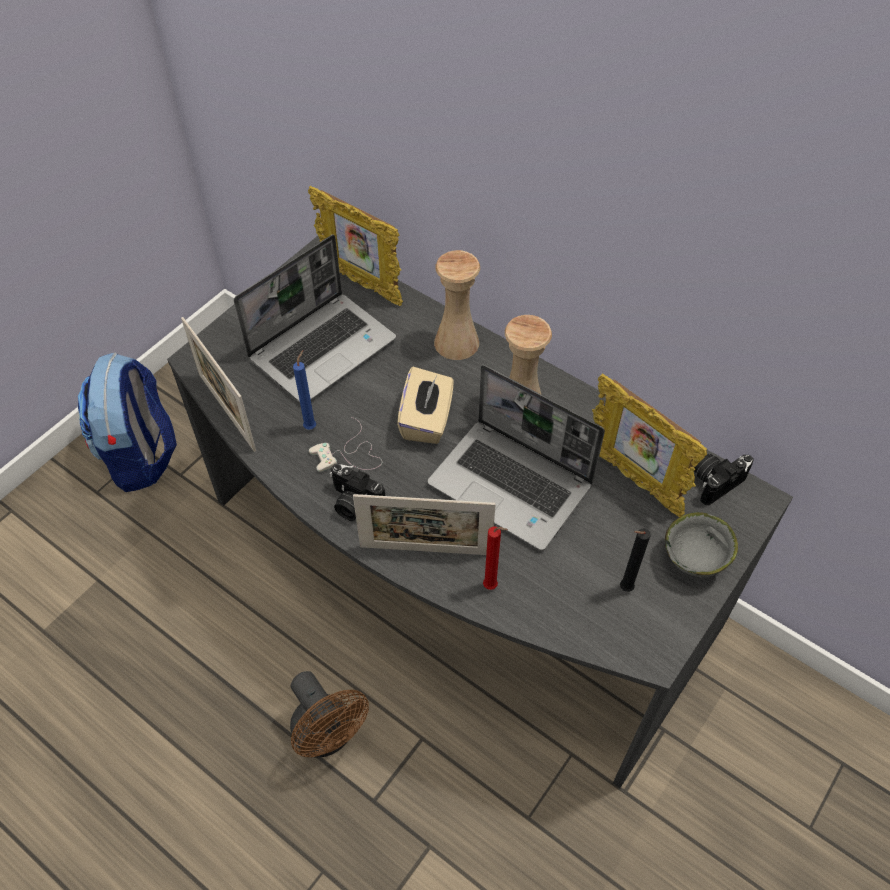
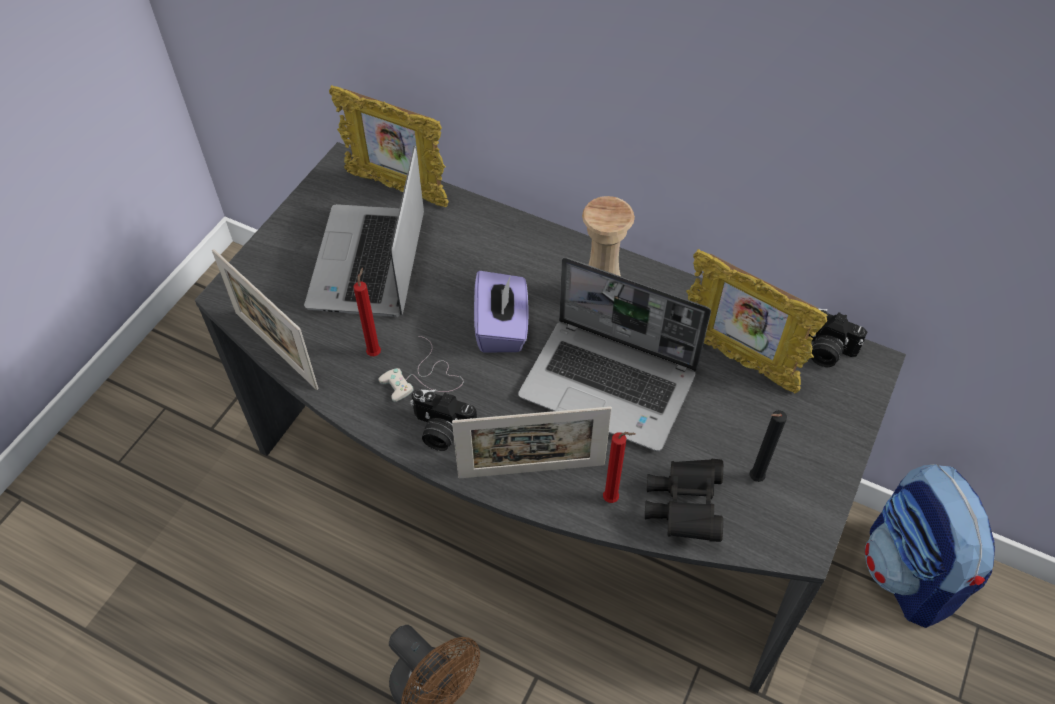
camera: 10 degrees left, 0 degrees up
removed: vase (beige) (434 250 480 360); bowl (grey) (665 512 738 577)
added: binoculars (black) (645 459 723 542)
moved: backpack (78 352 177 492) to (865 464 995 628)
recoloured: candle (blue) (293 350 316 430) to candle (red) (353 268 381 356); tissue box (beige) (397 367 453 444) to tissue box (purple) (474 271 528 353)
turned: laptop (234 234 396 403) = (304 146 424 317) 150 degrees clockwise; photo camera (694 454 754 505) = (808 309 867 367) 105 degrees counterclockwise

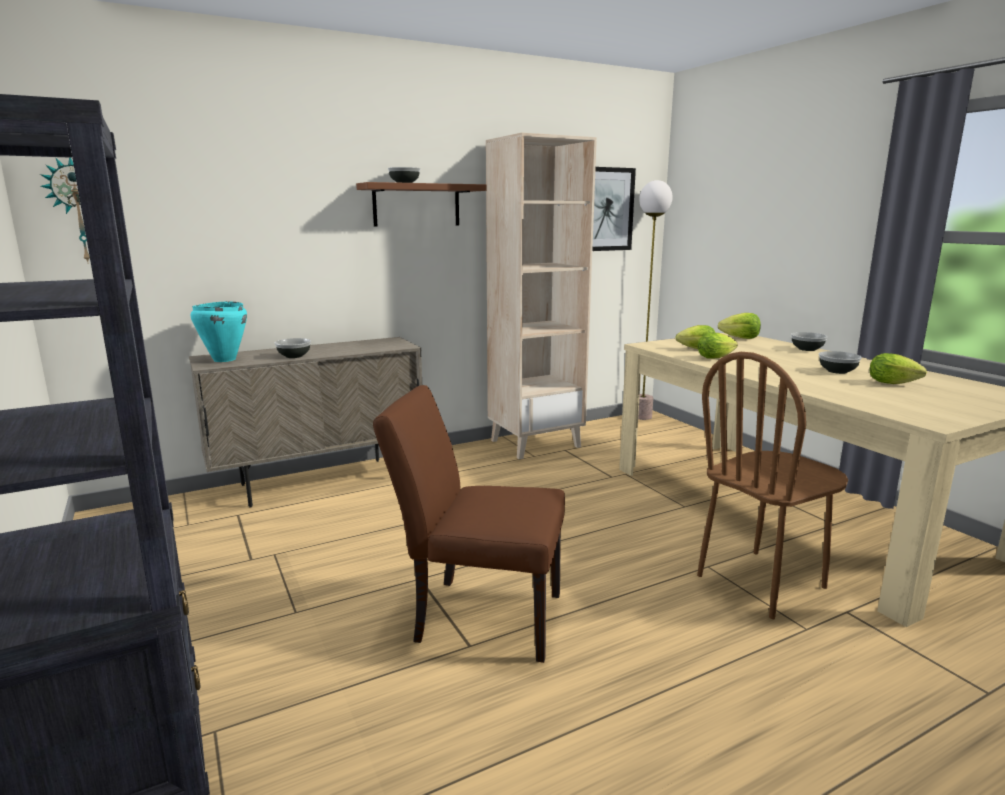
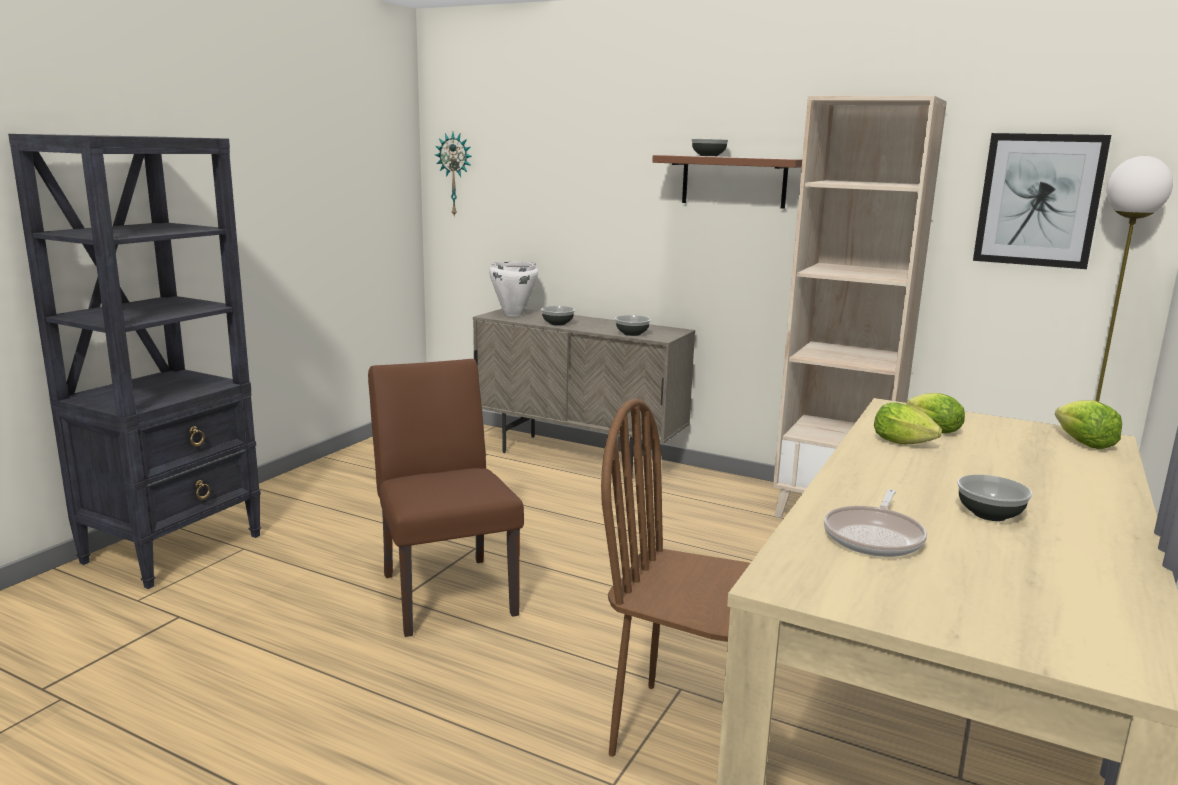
camera: 55 degrees right, 0 degrees up
removed: lettuce (870 353 927 384)
added: frying pan (824 489 927 557)
moved: bowl (791 332 827 351) to (615 315 651 336)
recoloured: cooking pot (turquoise) (190 301 247 362) to cooking pot (white) (489 262 538 316)

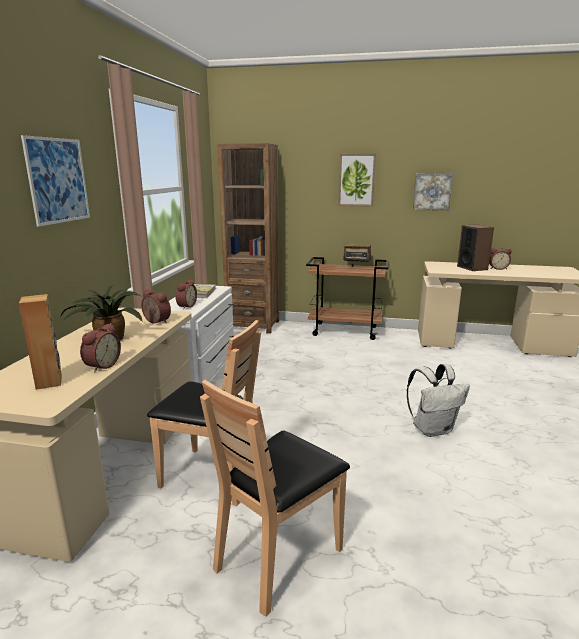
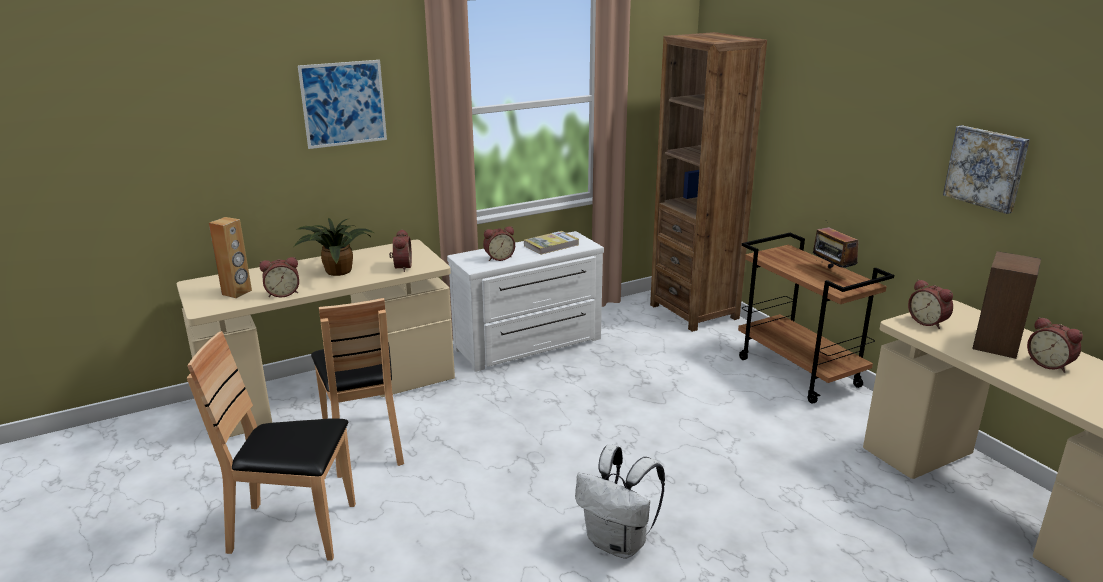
camera: 50 degrees right, 5 degrees up
removed: picture (338 153 376 207)
added: alarm clock (908 279 953 329)

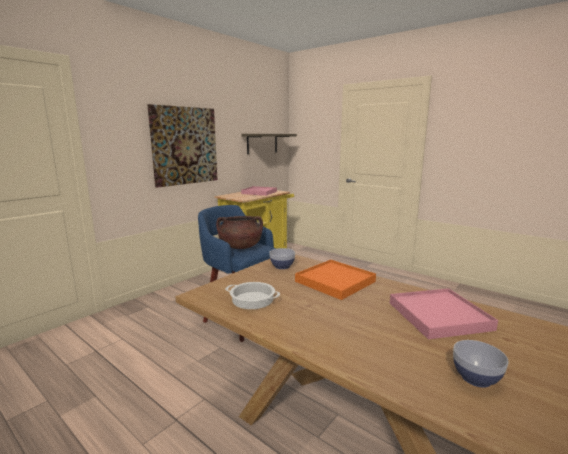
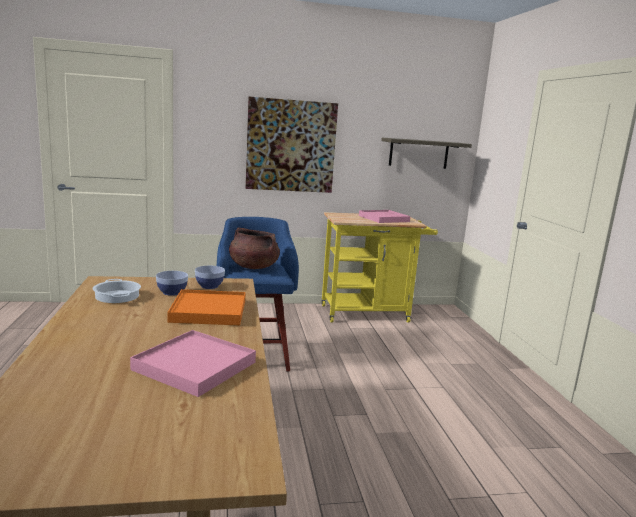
camera: 40 degrees right, 0 degrees up
moved: bowl (453 340 508 388) to (156 271 188 296)

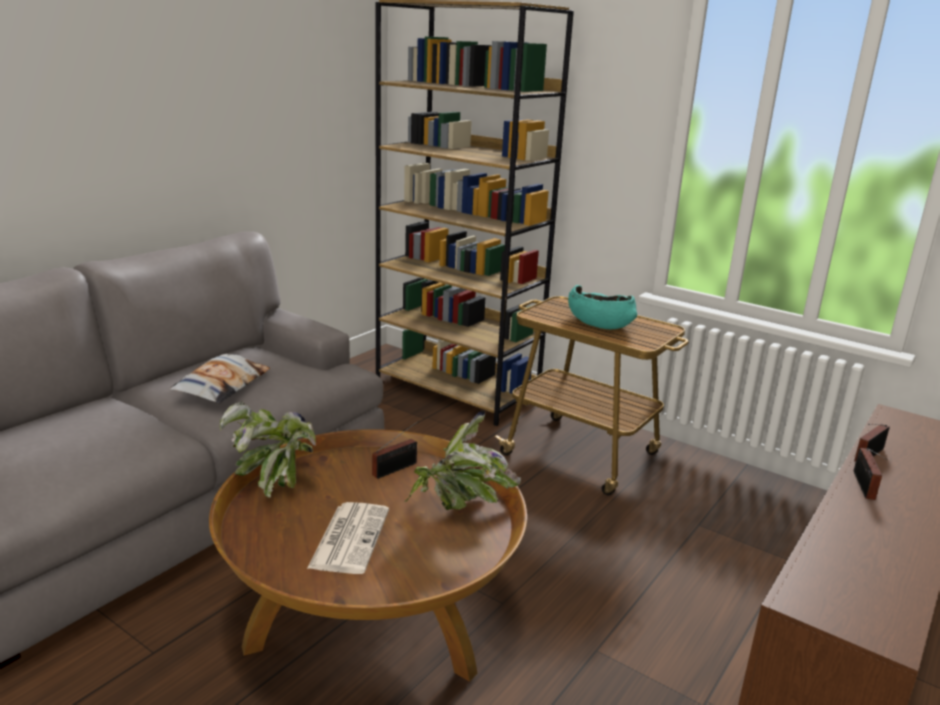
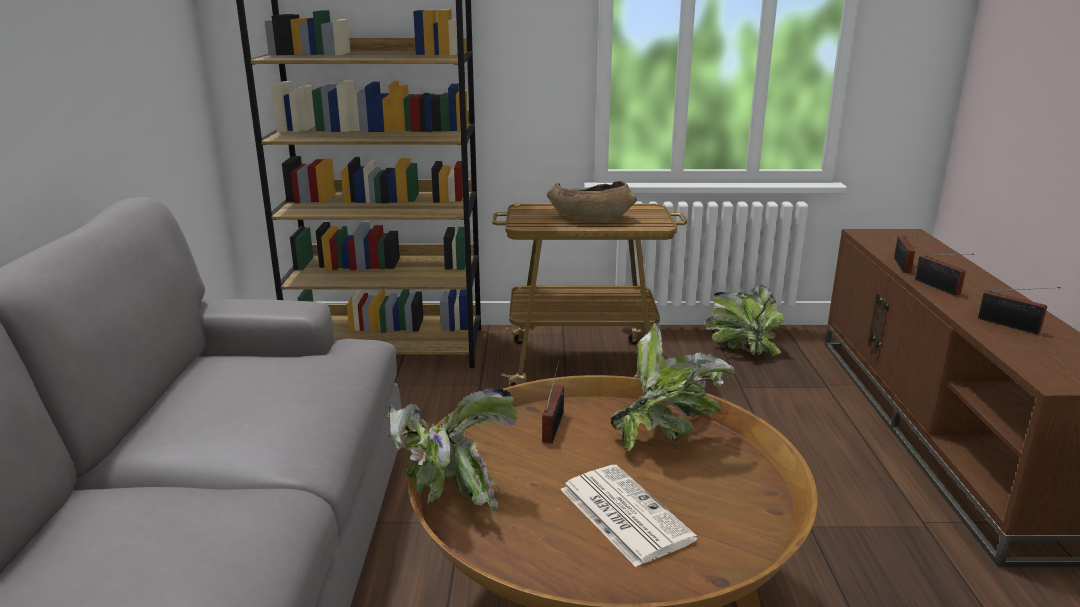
camera: 35 degrees left, 0 degrees up
removed: pillow (169 354 270 403)
added: potted plant (705 285 784 356); radio (978 287 1060 334)
recoloured: bowl (turquoise) (568 285 637 329) to bowl (brown) (547 181 637 222)

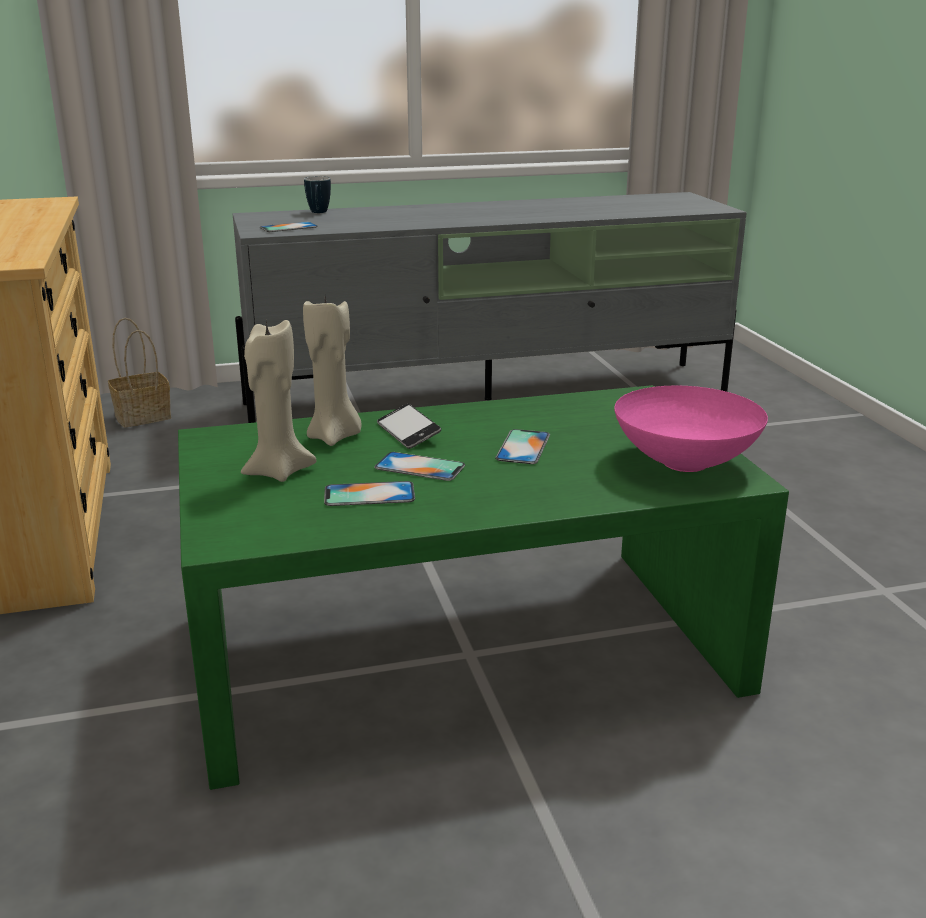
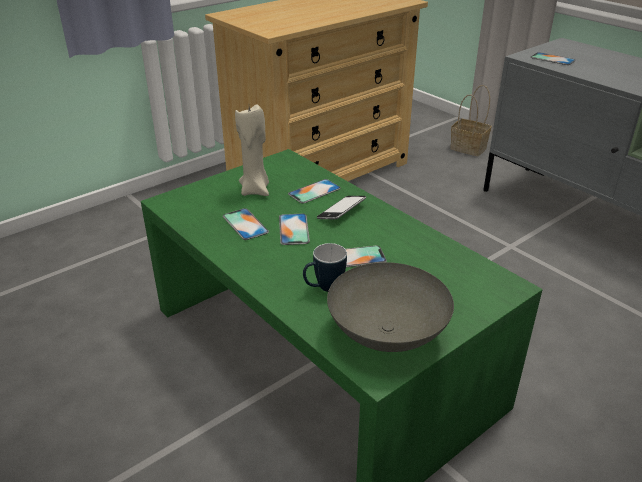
camera: 65 degrees right, 10 degrees up
moved: mug (304 176 331 213) to (303 243 347 292)
replaced: candle (beige) (303 297 362 446) to phone (288 179 341 204)
recoloured: bowl (pink) (614 386 768 472) to bowl (grey) (327 262 454 352)

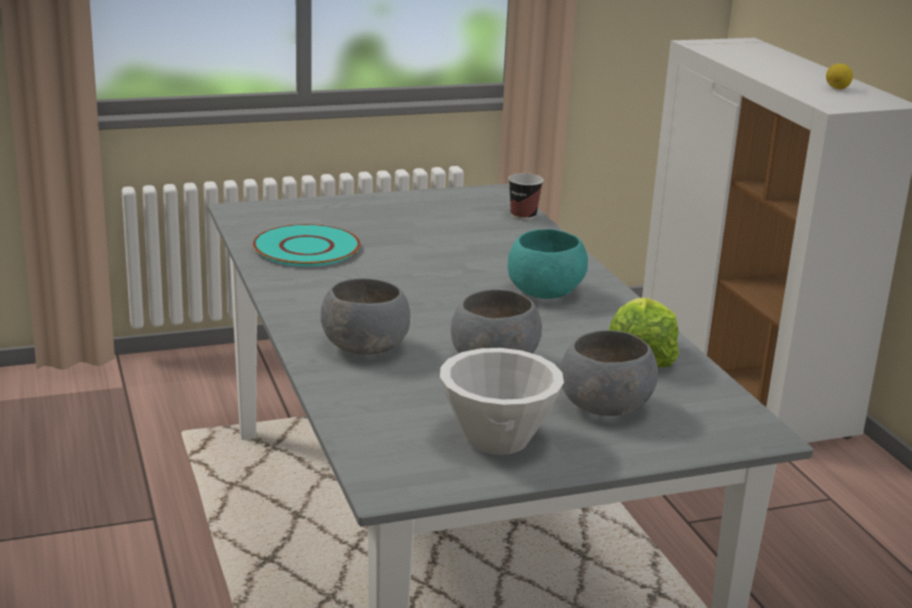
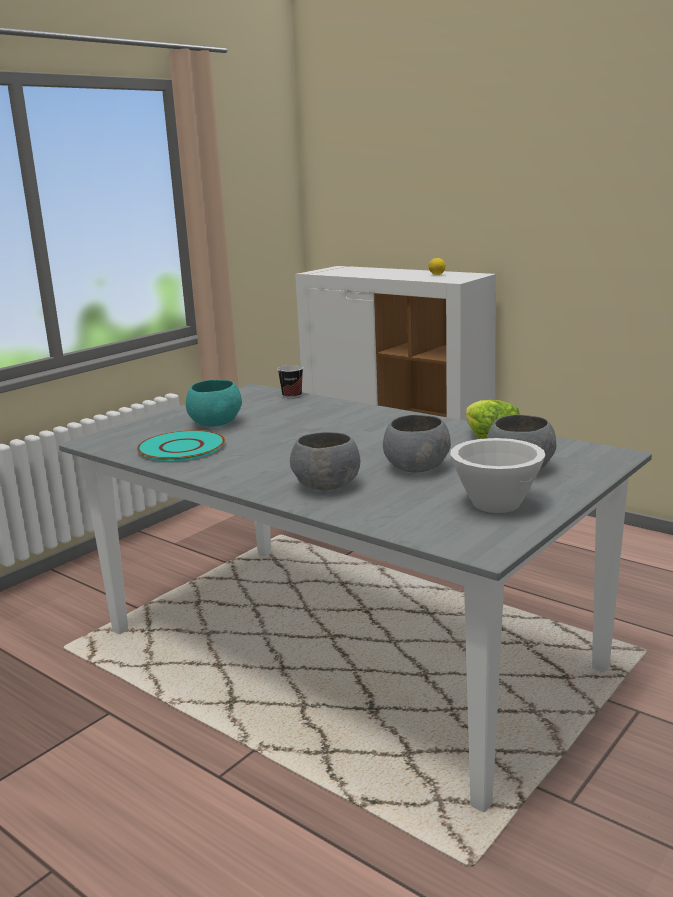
camera: 30 degrees left, 5 degrees down
moved: bowl (turquoise) (508 229 588 299) to (186 380 242 427)

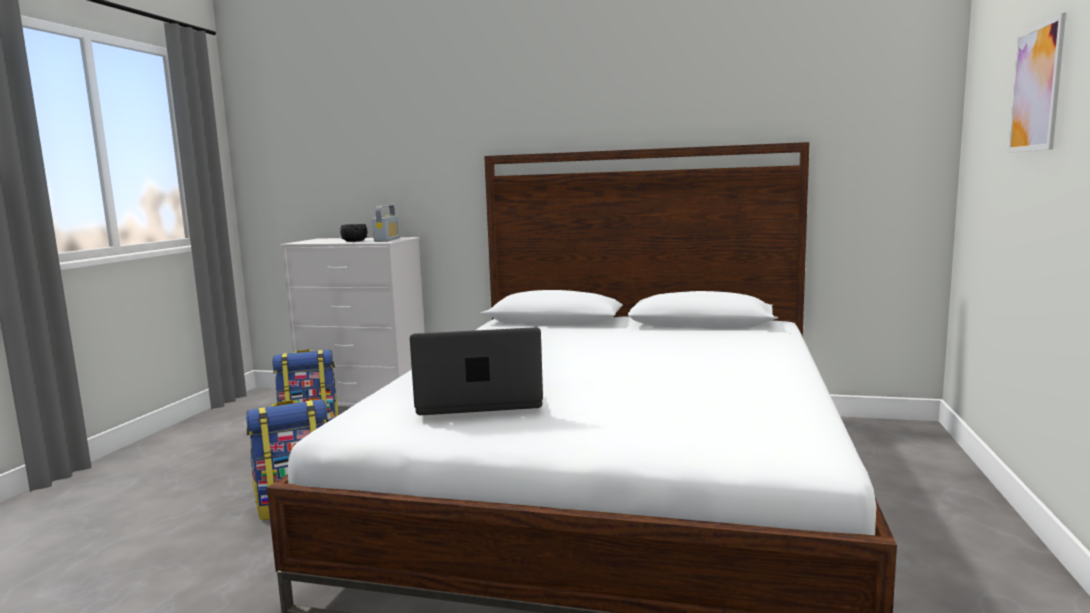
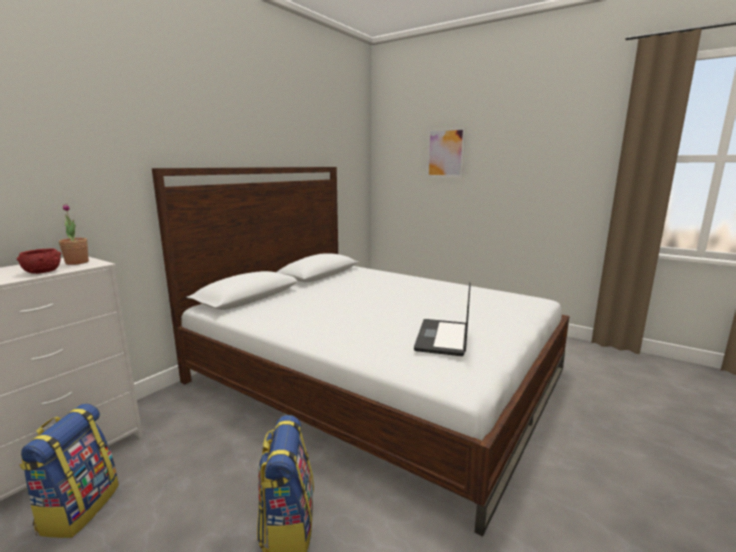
camera: 70 degrees left, 5 degrees up
replaced: radio (372 205 400 242) to potted plant (59 203 89 265)
recoloured: bowl (black) (340 224 367 242) to bowl (red) (17 249 61 274)

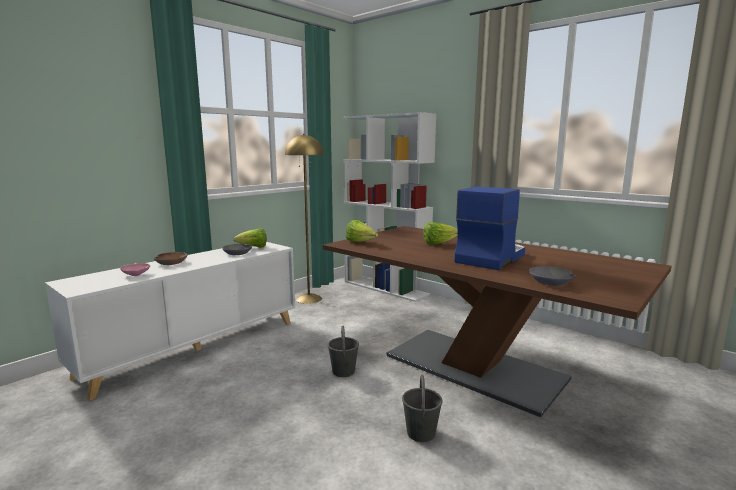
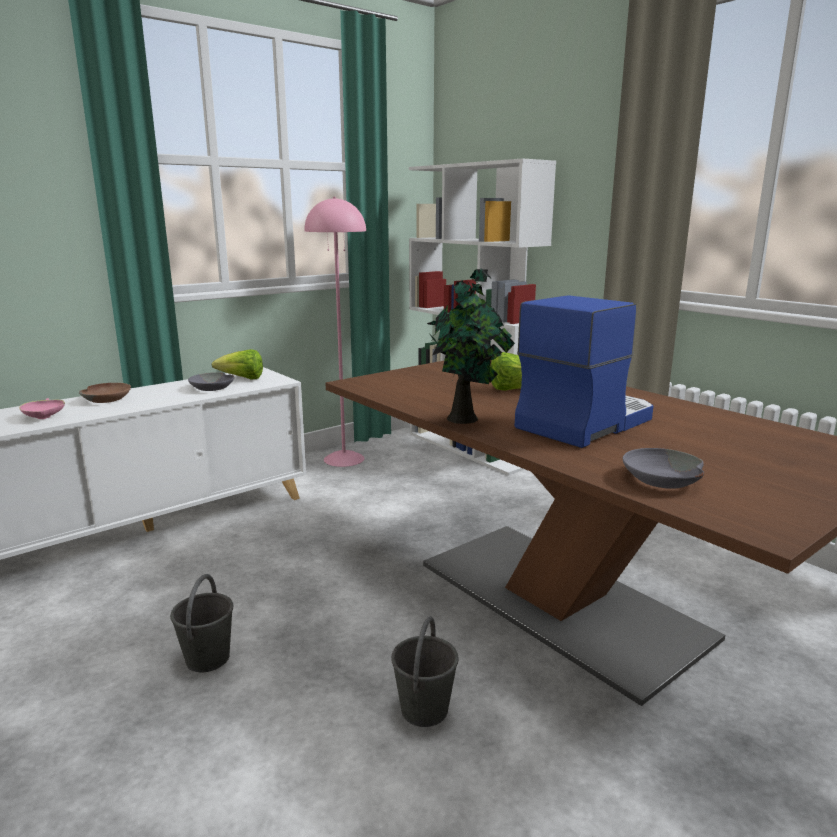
camera: 10 degrees right, 5 degrees up
removed: lettuce (346 220 378 242)
added: potted plant (427 268 515 424)
moved: bucket (grey) (328 326 359 377) to (170 574 233 672)
recoloured: floor lamp (yellow) (285 134 324 304) to floor lamp (pink) (304 197 366 467)

